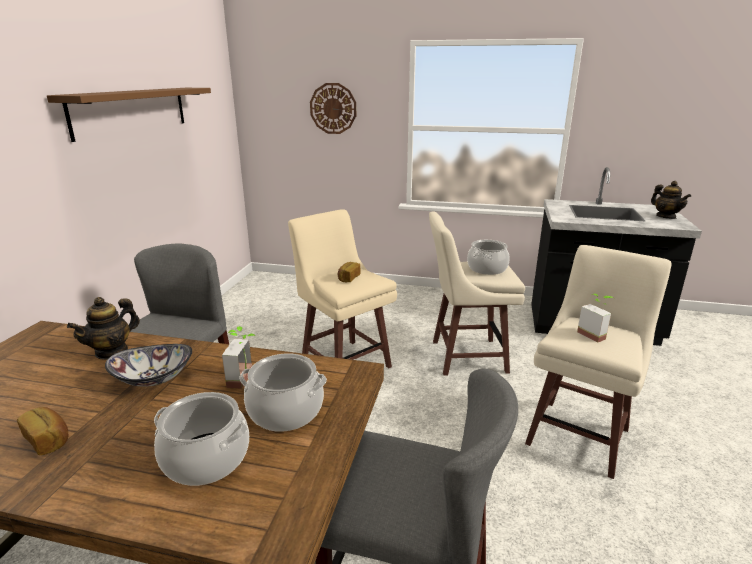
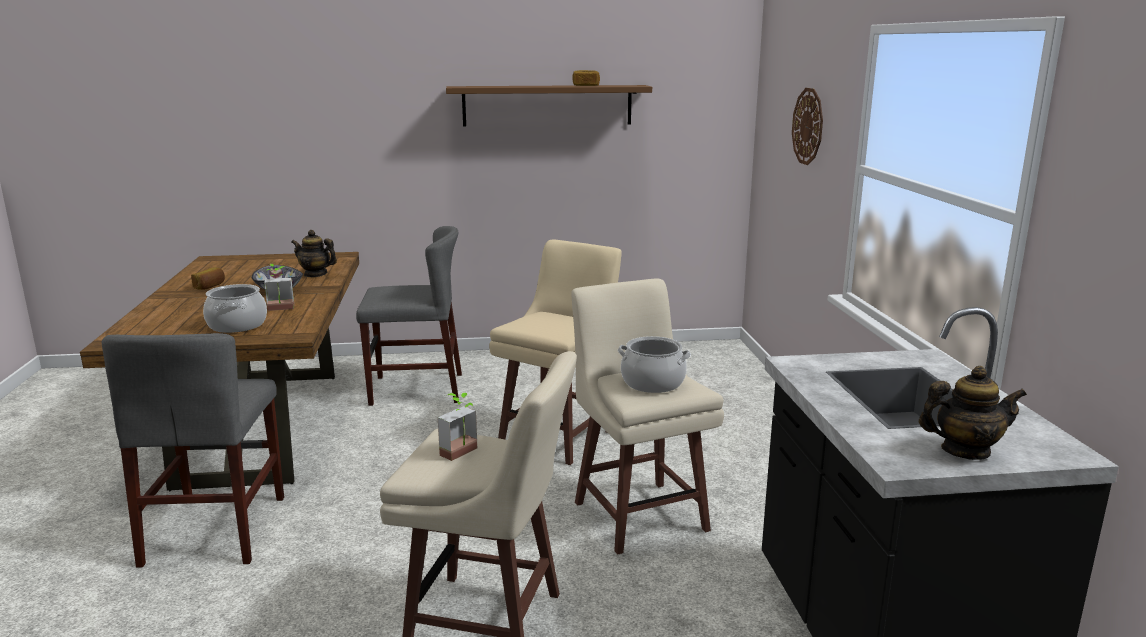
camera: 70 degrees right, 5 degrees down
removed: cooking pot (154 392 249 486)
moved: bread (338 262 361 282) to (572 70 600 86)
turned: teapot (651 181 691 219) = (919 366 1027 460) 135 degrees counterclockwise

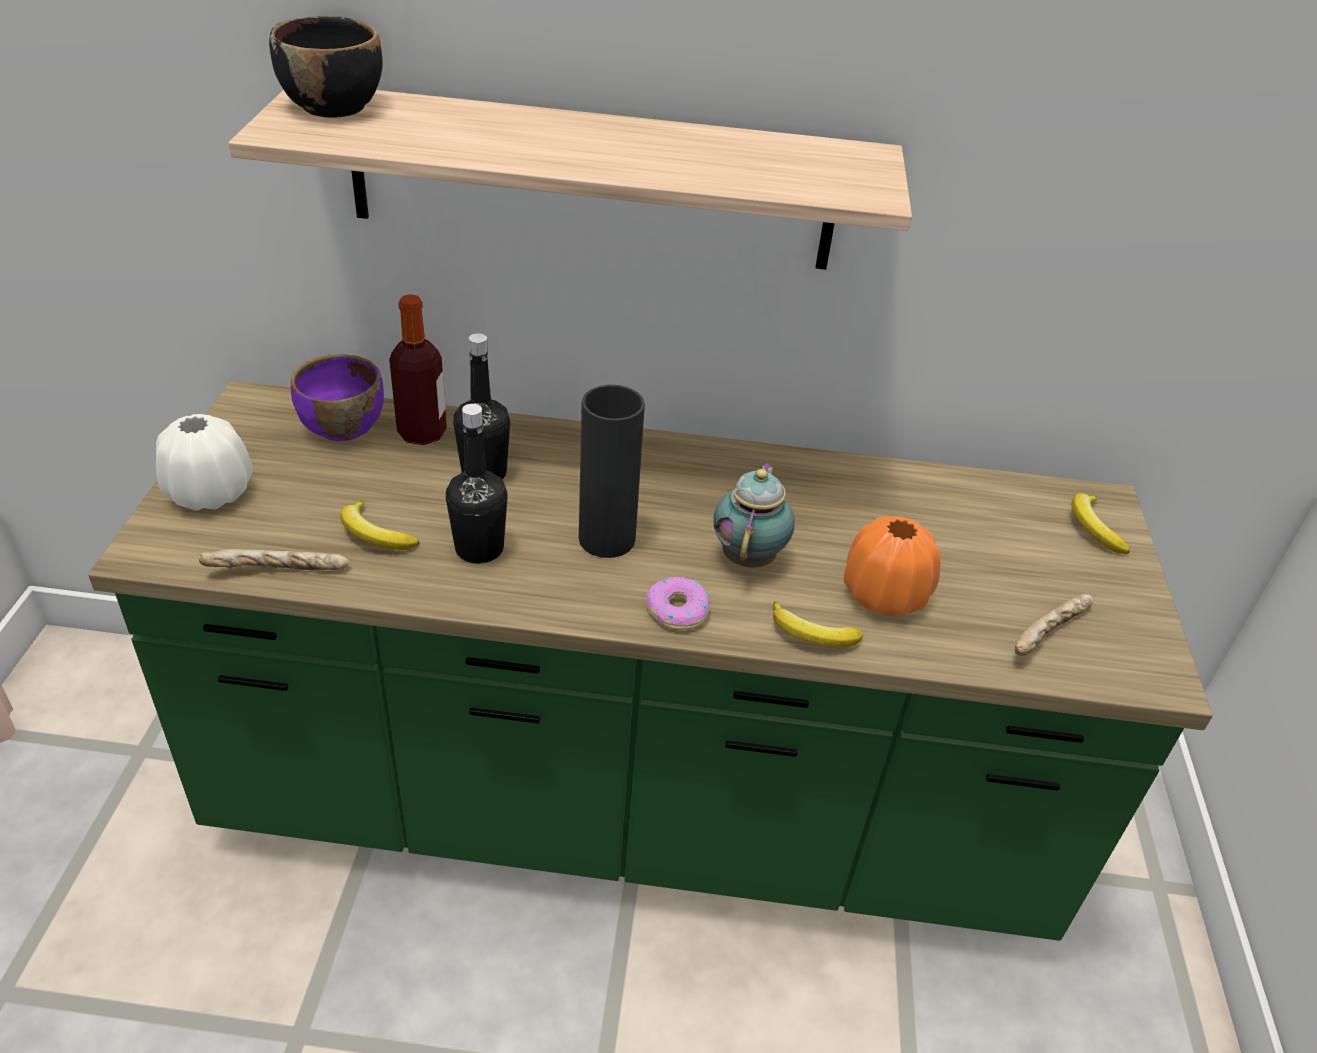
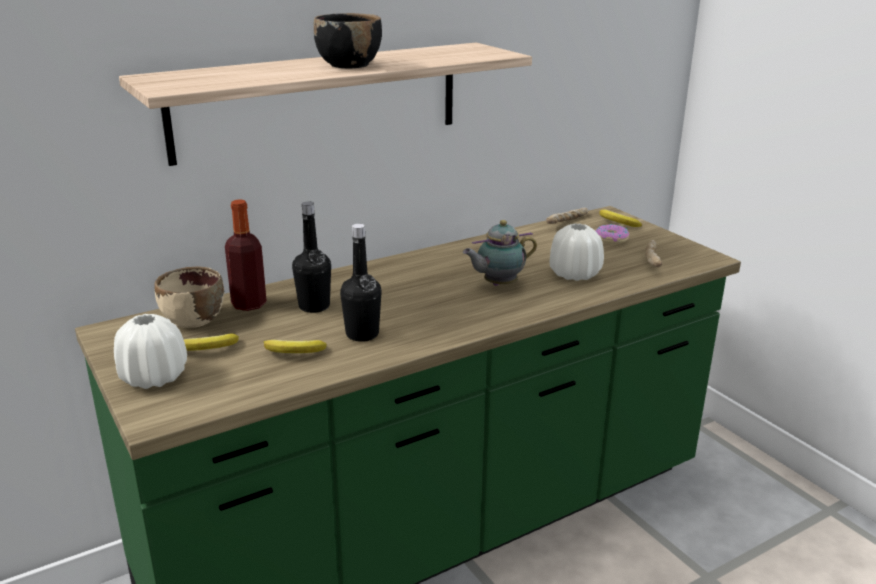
camera: 35 degrees left, 15 degrees down
removed: vase (black) (579 385 645 558)
moved: bread (199 549 349 570) to (546 208 588 224); bowl (black) (269 16 383 118) to (314 13 382 68); donut (646 577 710 630) to (596 224 629 244); banana (773 601 863 647) to (184 334 239 351)
recoloured: bowl (purple) (291 354 384 441) to bowl (beige) (154 266 225 328); vase (orange) (844 516 941 616) to vase (white) (550 223 604 281)
turned: teapot (713 462 795 568) = (463 220 537 286) 90 degrees counterclockwise

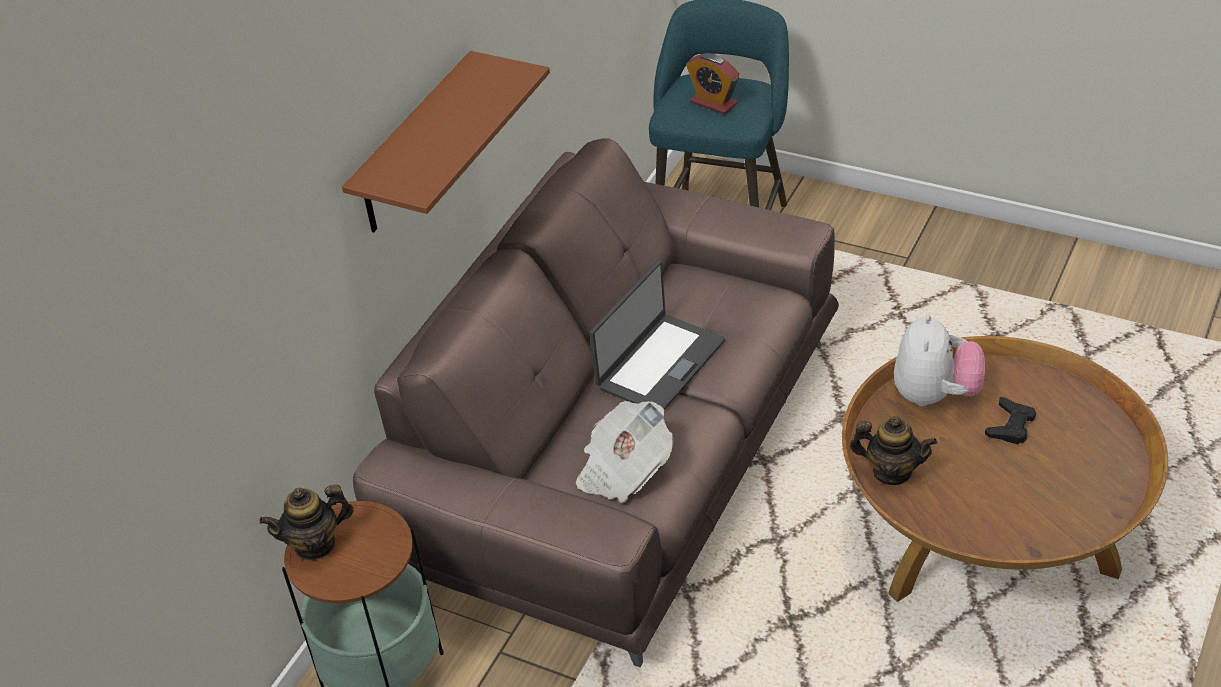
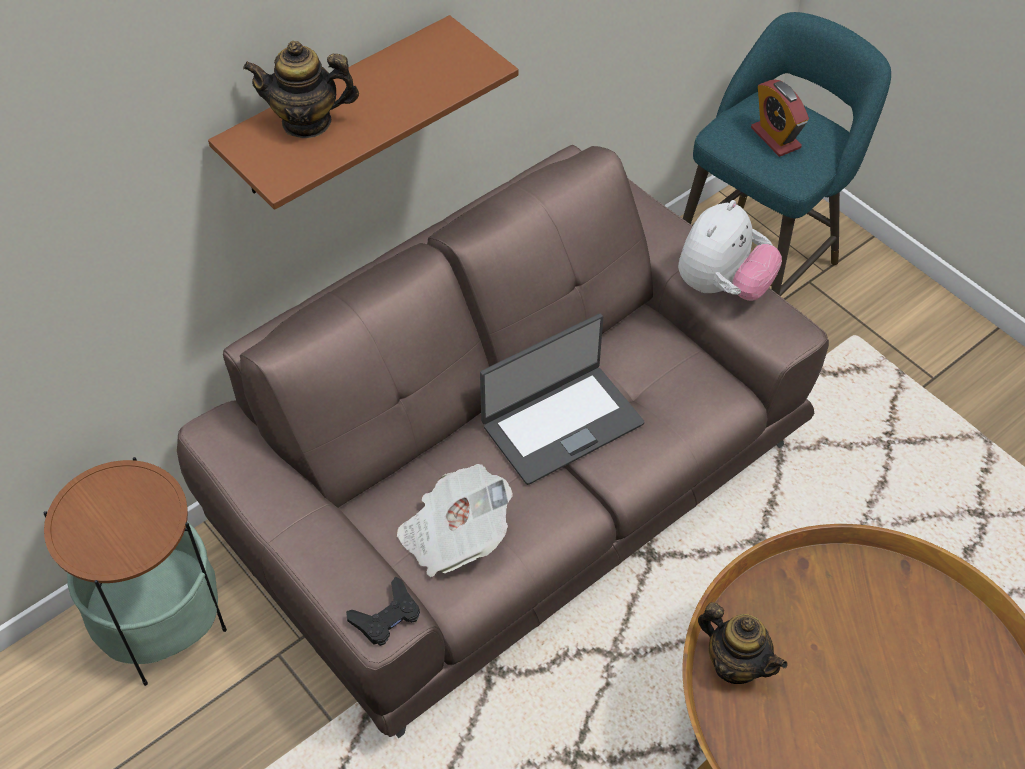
camera: 20 degrees right, 10 degrees up
moved: teapot (259 484 354 561) to (243 41 359 138); plush toy (894 314 985 406) to (678 200 782 301); game controller (black) (985 397 1036 444) to (346 577 420 646)

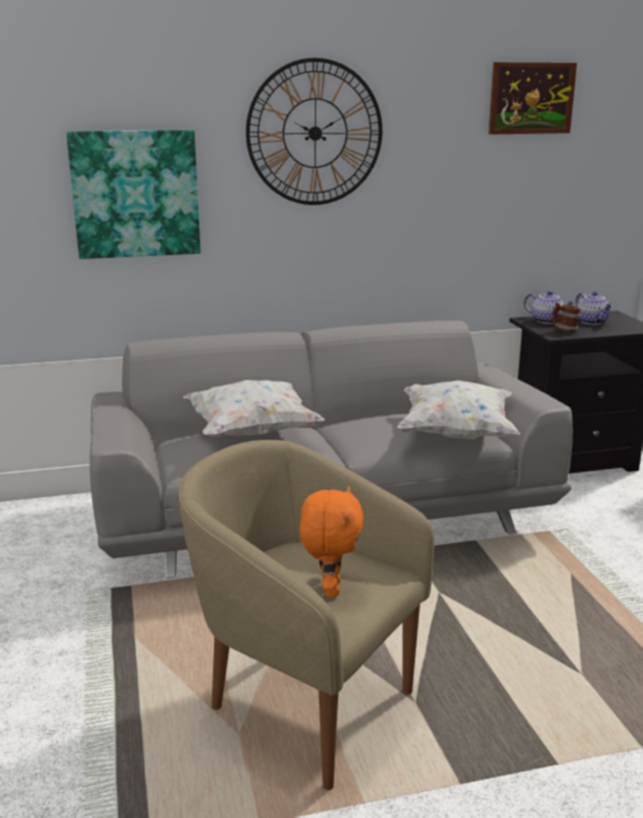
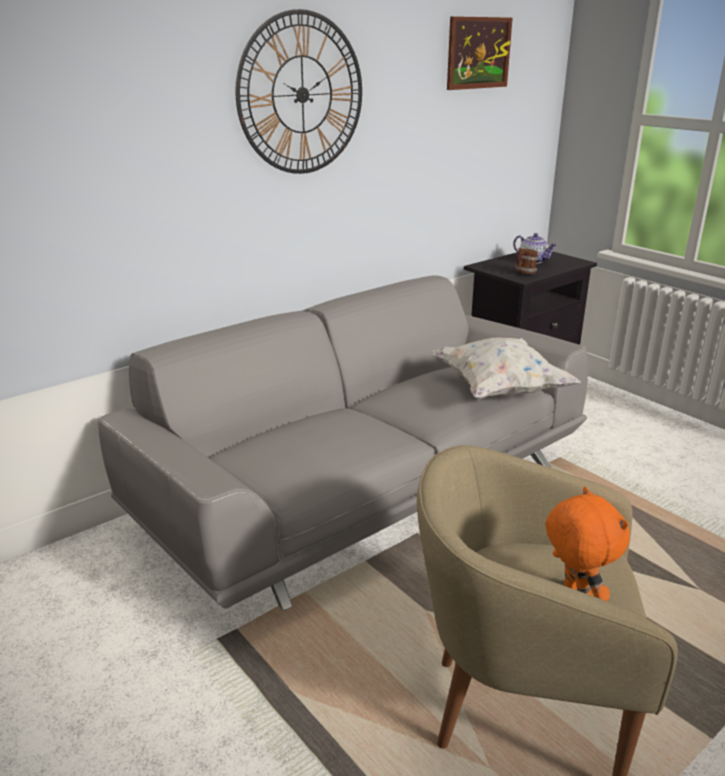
camera: 25 degrees left, 5 degrees up
removed: picture (66 130 201 259); pillow (white) (183 380 325 438); teapot (524 291 575 324)

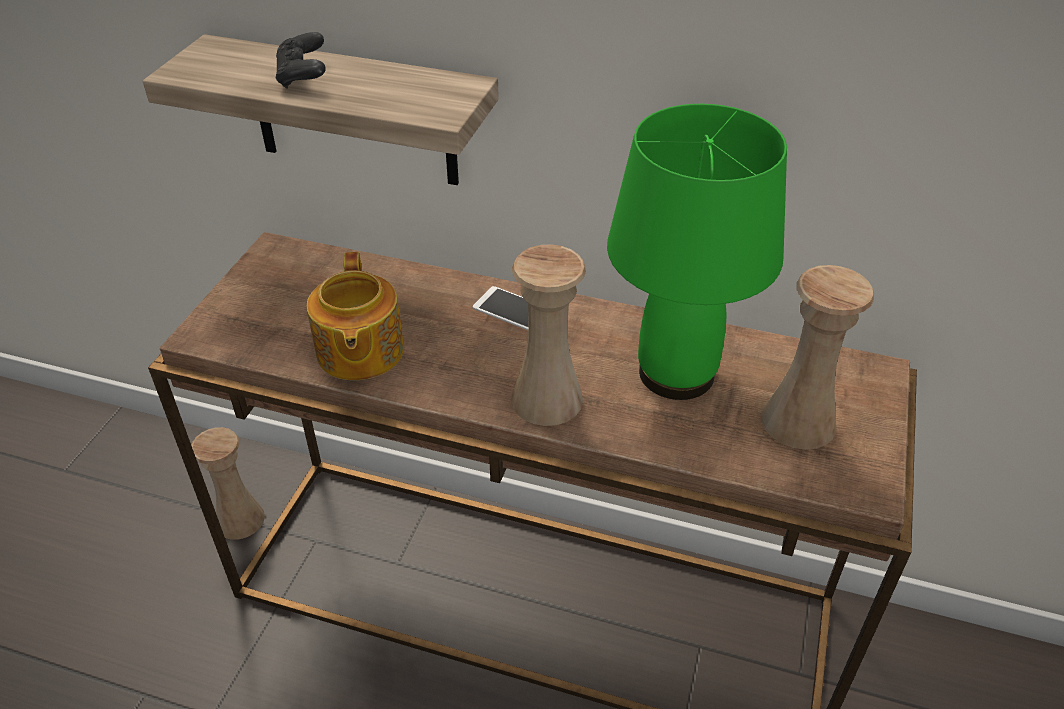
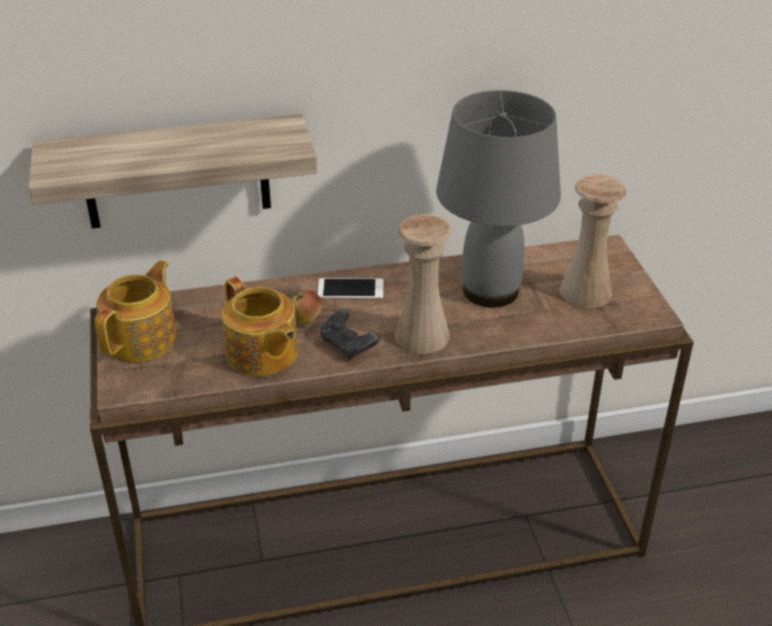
camera: 30 degrees left, 5 degrees down
removed: vase (beige) (191 427 265 540)
added: teapot (95 261 177 363); apple (291 290 323 325)
moved: game controller (black) (276 32 326 89) to (320 309 380 360)
recoloured: table lamp (green) (607 104 787 400) to table lamp (grey) (436 90 561 307)

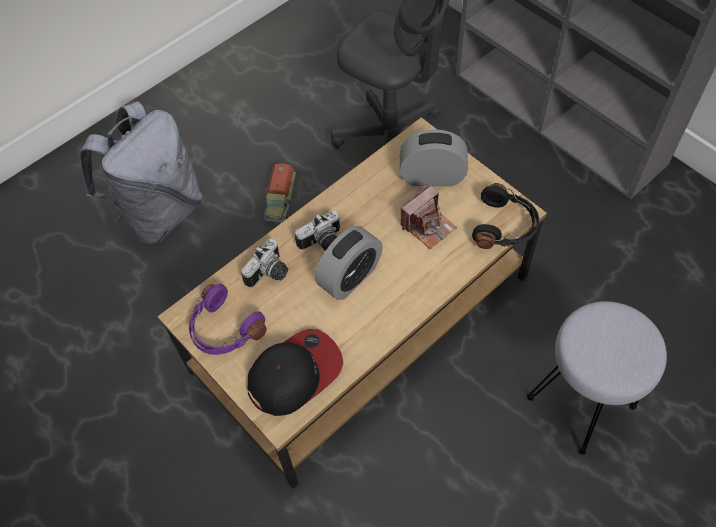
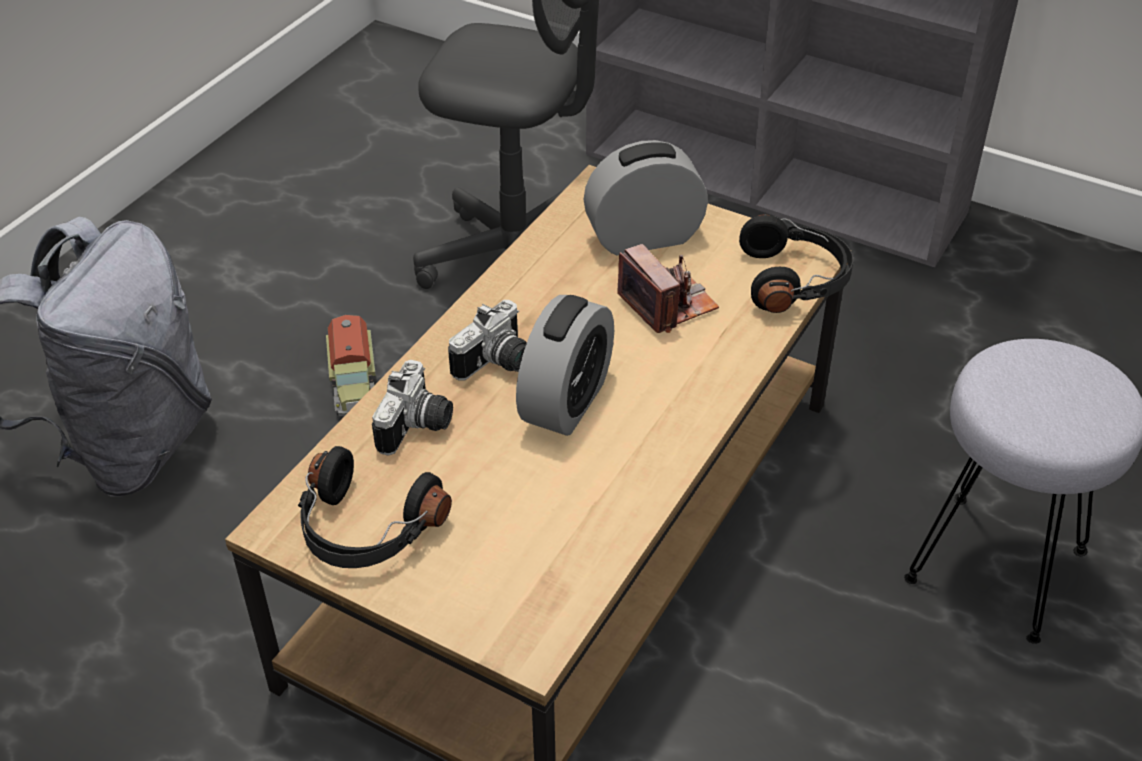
camera: 20 degrees left, 15 degrees down
removed: cap (248 329 344 416)
recoloured: headphones (purple) (189 284 267 355) to headphones (black) (298 446 452 568)
turned: photo camera (400 184 457 249) = (617 244 719 333) 60 degrees counterclockwise

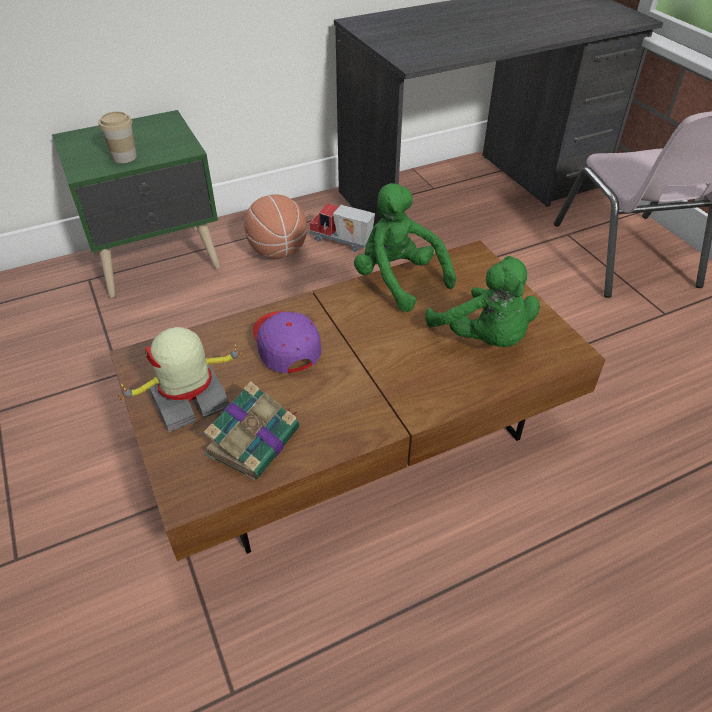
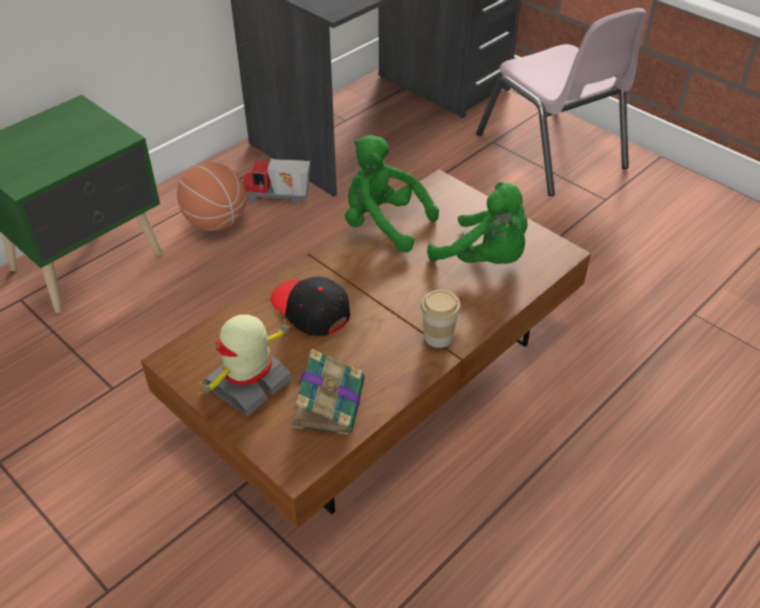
camera: 20 degrees left, 0 degrees up
moved: cup (98 111 137 163) to (421 290 461 348)
recoloured: cap (purple) (253 311 322 373) to cap (black) (270 277 350 336)

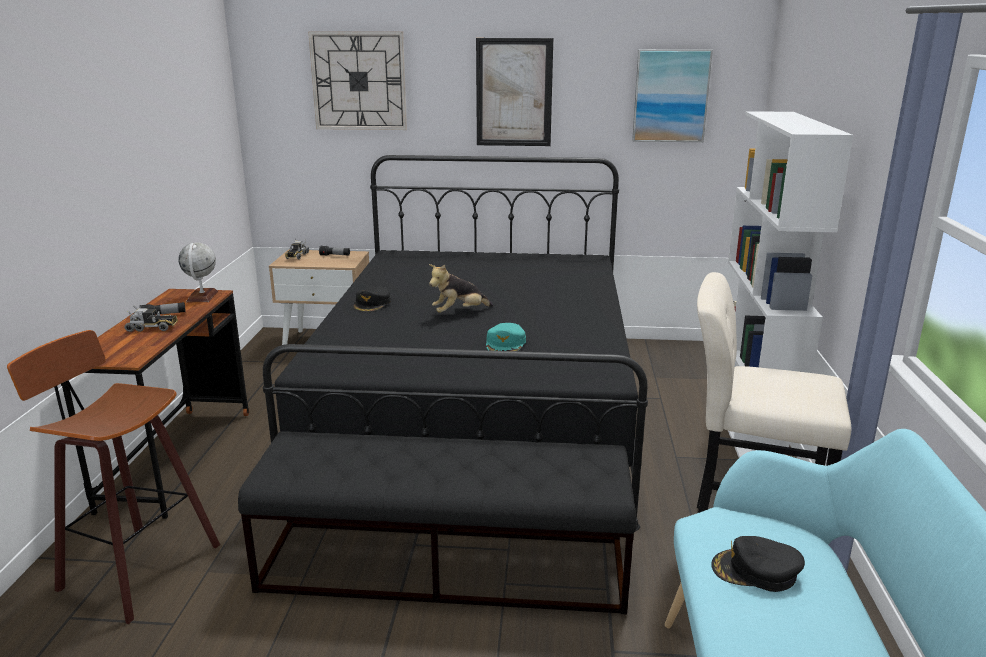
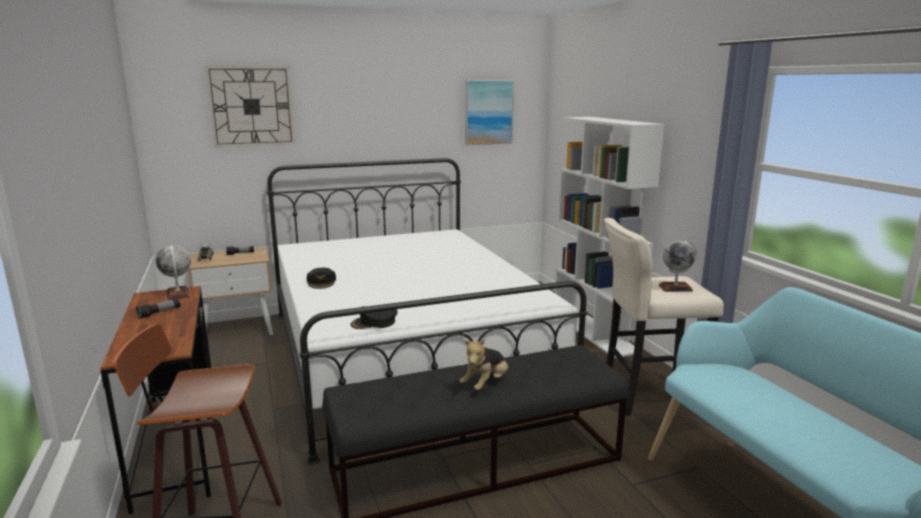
camera: 25 degrees left, 5 degrees down
removed: toy truck (124 306 178 332); picture (476 38 553 146); cap (turquoise) (486 323 526 351)
added: globe (659 239 698 292)
moved: plush toy (429 264 493 313) to (460 339 509 391); cap (black) (711 536 805 592) to (351 306 398 329)
recoloured: bed (black) (263 155 648 531) to bed (white) (267 158 587 465)

